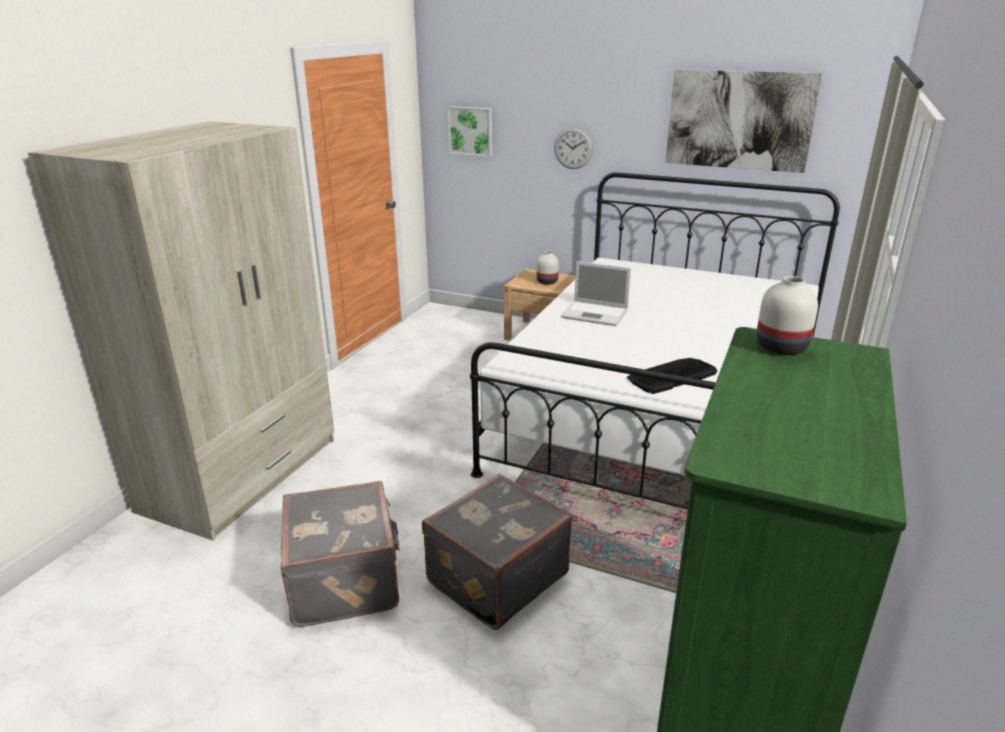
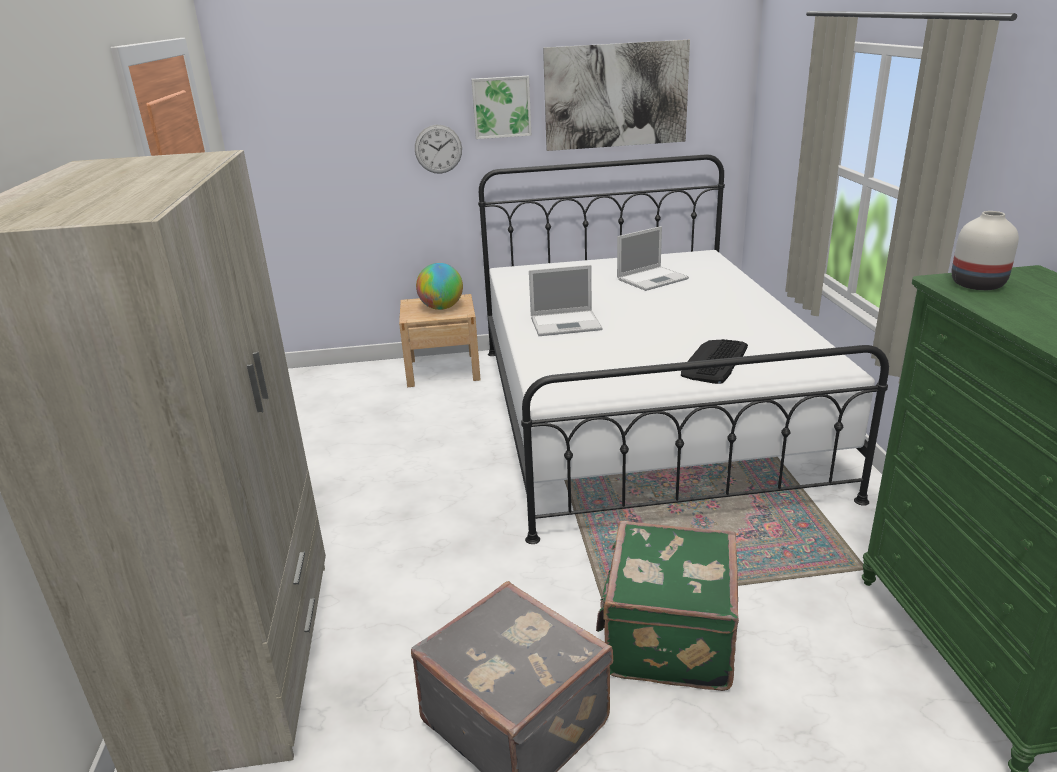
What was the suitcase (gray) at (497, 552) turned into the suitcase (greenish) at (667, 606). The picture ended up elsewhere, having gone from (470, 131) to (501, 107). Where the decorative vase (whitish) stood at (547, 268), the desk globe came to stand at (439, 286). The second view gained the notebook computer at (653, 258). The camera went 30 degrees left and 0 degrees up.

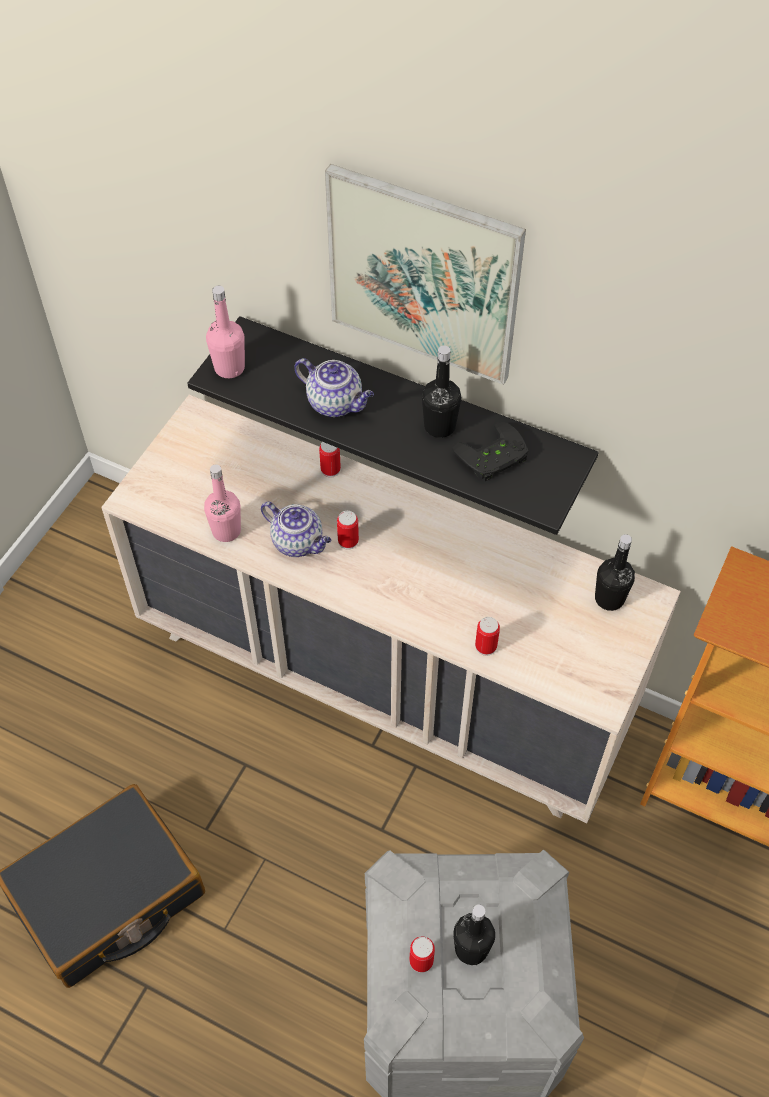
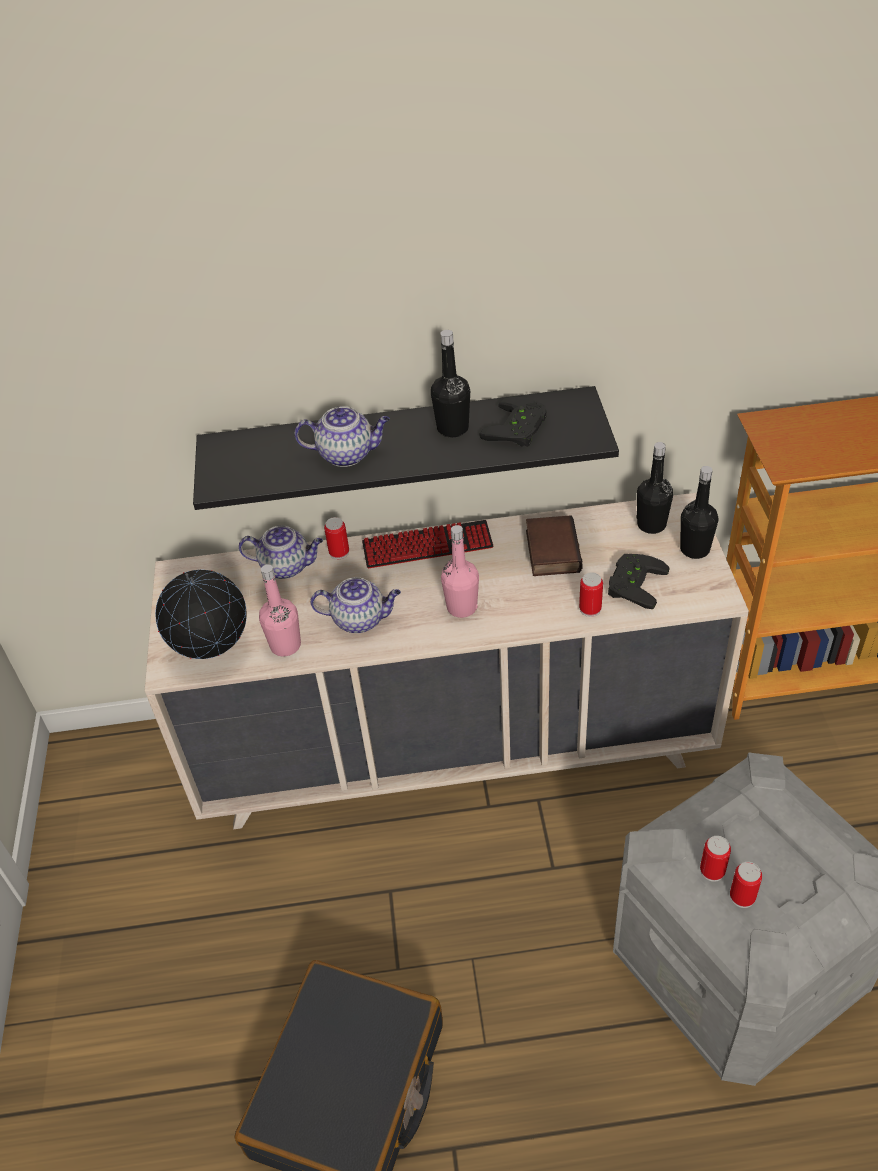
The bottle (pink-coloured) ended up elsewhere, having gone from (225, 332) to (460, 571). The second view lost the picture at (425, 274). The sealed can ended up elsewhere, having gone from (348, 530) to (715, 859). The bottle (black-coloured) ended up elsewhere, having gone from (474, 934) to (699, 512). The second view gained the desk globe at (200, 614). The second view gained the tea pot at (281, 552). The second view gained the computer keyboard at (428, 544). The second view gained the book at (554, 545). The second view gained the joypad (black-coloured) at (638, 581). The camera went 30 degrees left and 10 degrees down.

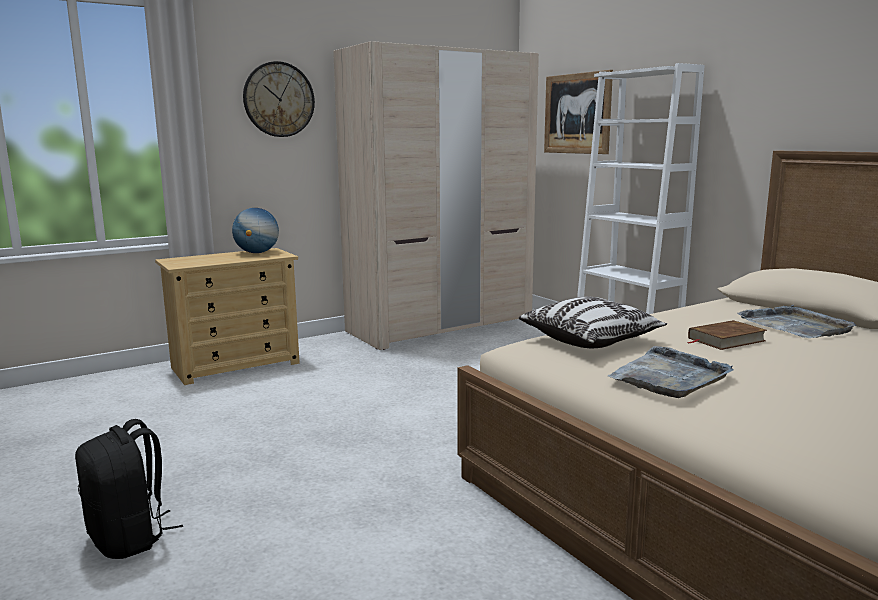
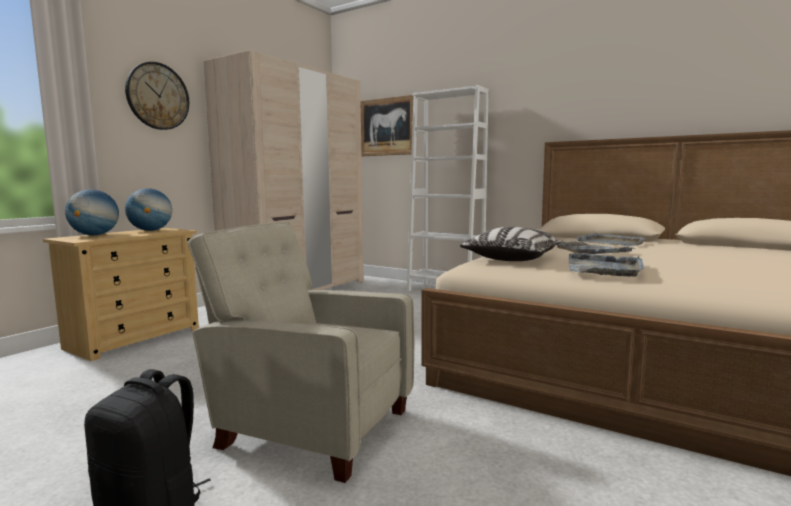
Where the book (brownish) stood at (726, 335), the tray (gray) came to stand at (595, 247). The second view gained the desk globe at (92, 212). The second view gained the easy chair (beige-coloured) at (301, 352). The camera went 25 degrees left and 5 degrees down.

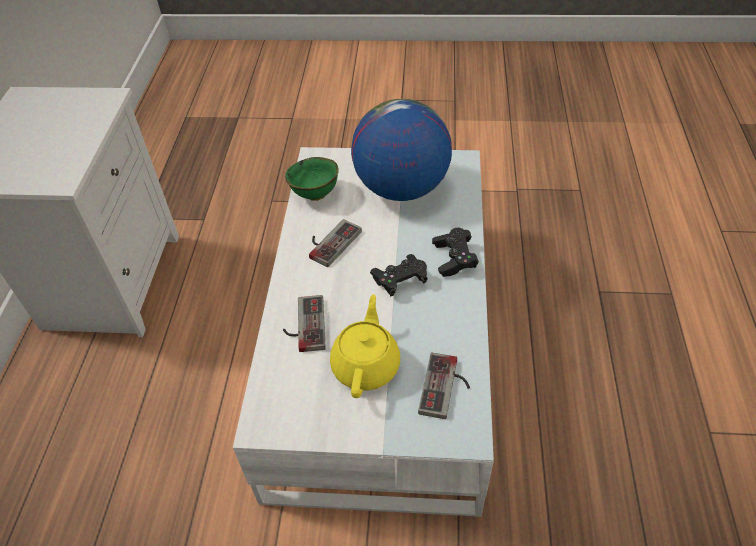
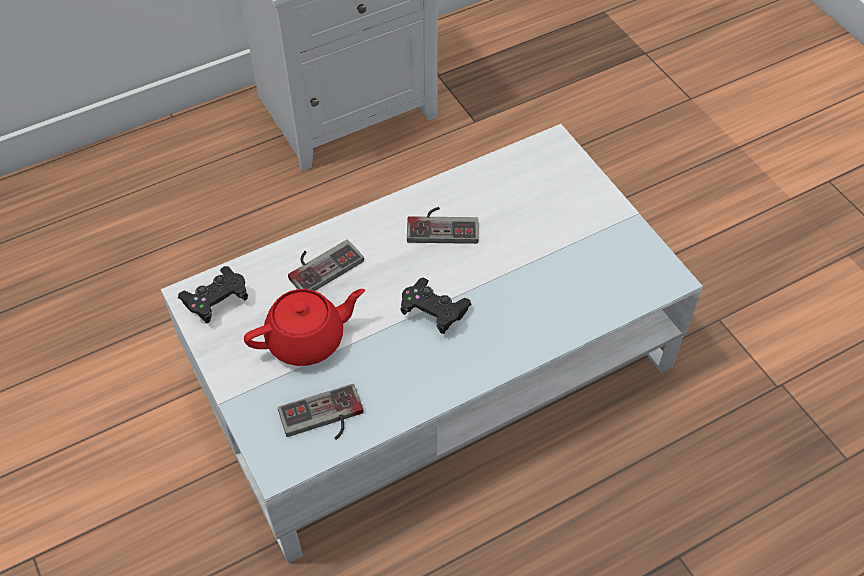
The second view lost the bowl (greenish) at (312, 179). What was the tea pot (yellow-coloured) at (365, 346) turned into the tea pot (red) at (304, 327). The second view lost the desk globe at (401, 150). The joypad (black-coloured) ended up elsewhere, having gone from (455, 252) to (213, 295). The camera went 55 degrees right and 5 degrees up.

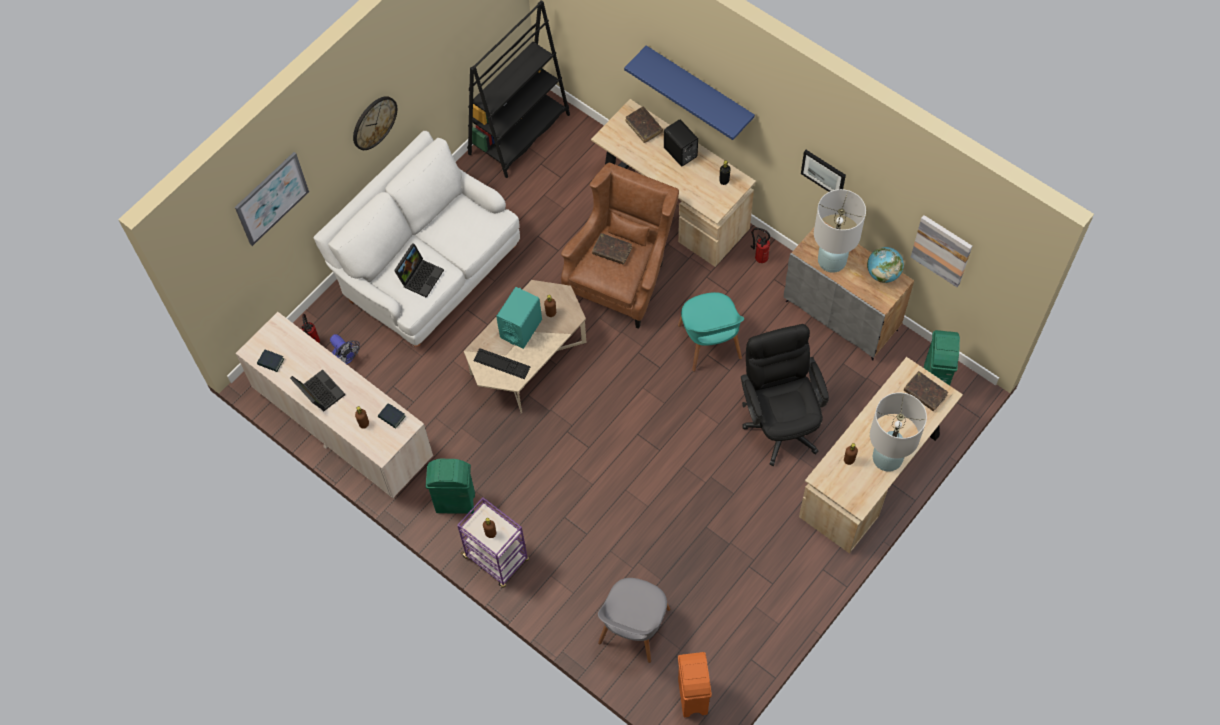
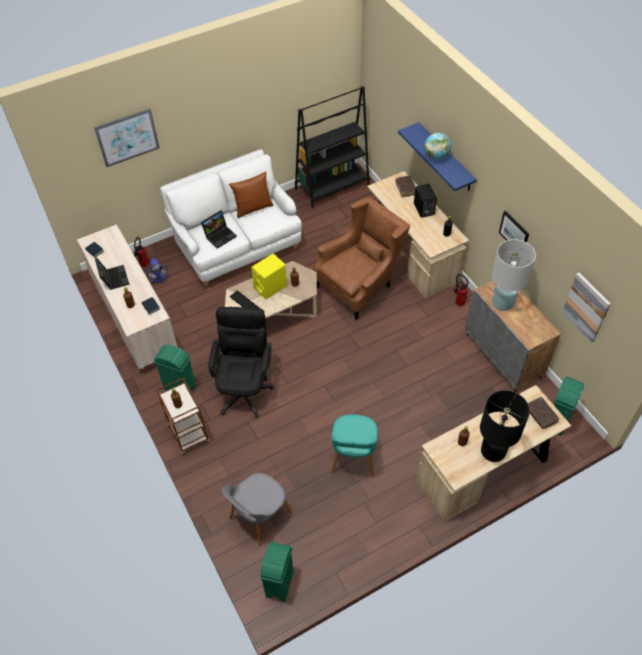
The second view lost the wall clock at (375, 123). What was the cart (purple) at (493, 542) turned into the cart (brownish) at (183, 416). What was the speaker (turquoise) at (519, 318) turned into the speaker (yellow-coloured) at (269, 277). The second view lost the book (brownish) at (612, 249). The upright chair (turquoise) ended up elsewhere, having gone from (711, 332) to (354, 446). What was the rubbish bin (orangey) at (695, 684) turned into the rubbish bin (greenish) at (277, 572). The office chair (black-coloured) ended up elsewhere, having gone from (785, 395) to (241, 362). The desk globe ended up elsewhere, having gone from (885, 265) to (437, 146). What was the table lamp (whitish) at (898, 432) turned into the table lamp (black-coloured) at (505, 426). The second view gained the cushion (brownish) at (251, 194). The camera went 20 degrees right and 10 degrees down.

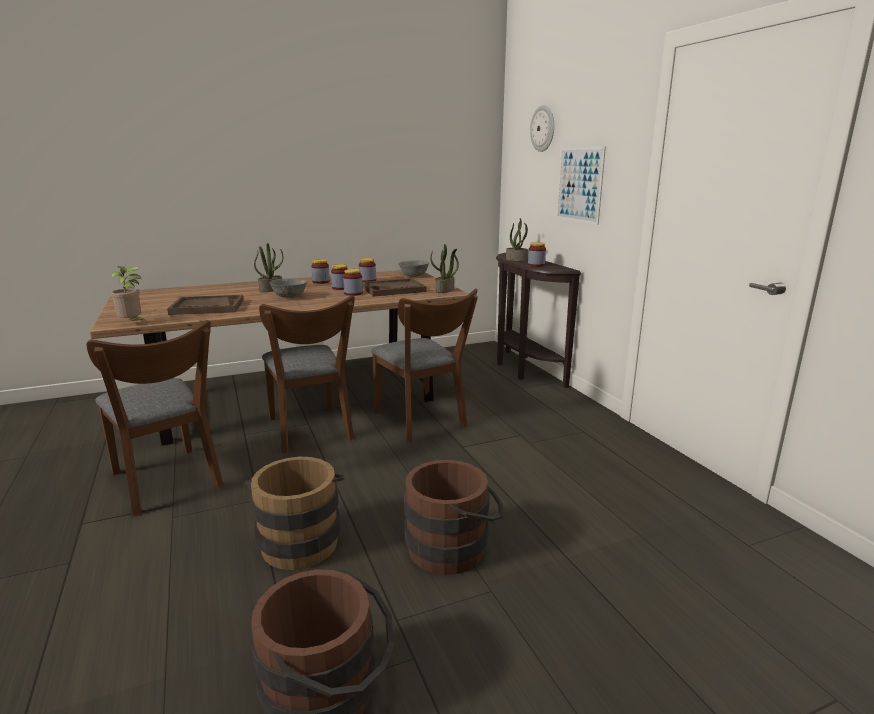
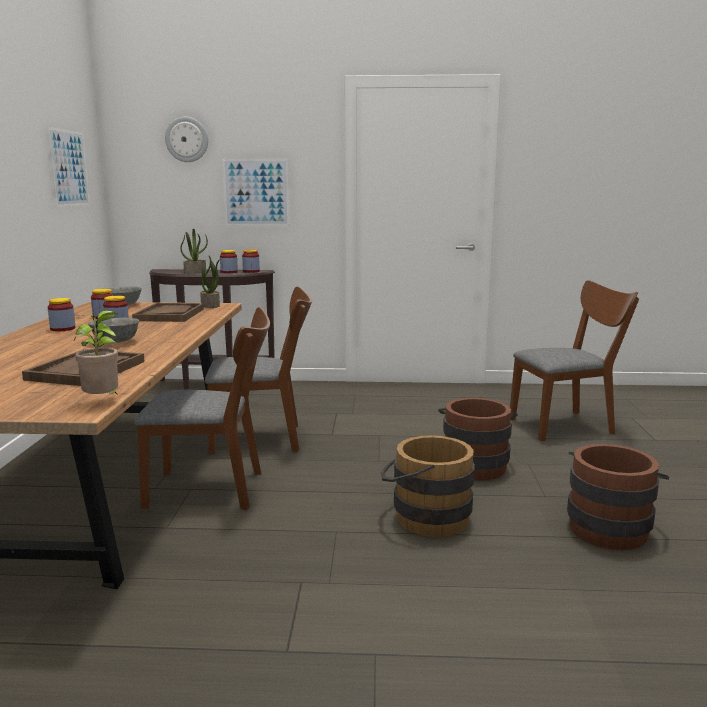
The upright chair (brownish) ended up elsewhere, having gone from (155, 418) to (574, 360). The second view lost the potted plant at (268, 267). The preserve jar ended up elsewhere, having gone from (353, 282) to (251, 261). The second view gained the picture at (68, 167). The camera went 65 degrees left and 5 degrees down.

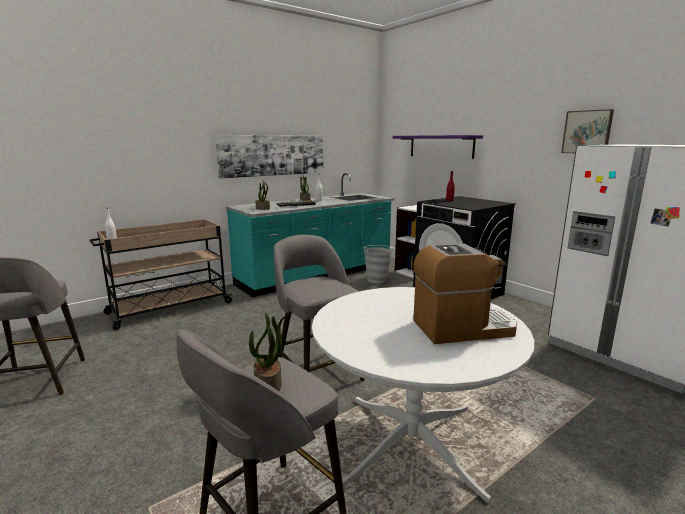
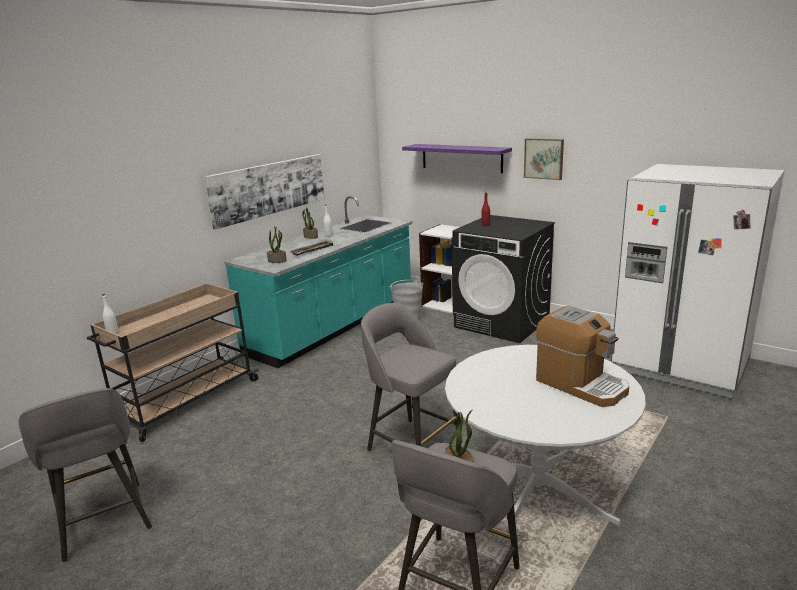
The coffee machine at (465, 294) ended up facing another way, 75 degrees clockwise from before. The picture ended up elsewhere, having gone from (587, 131) to (544, 159). The camera went 15 degrees left and 5 degrees up.

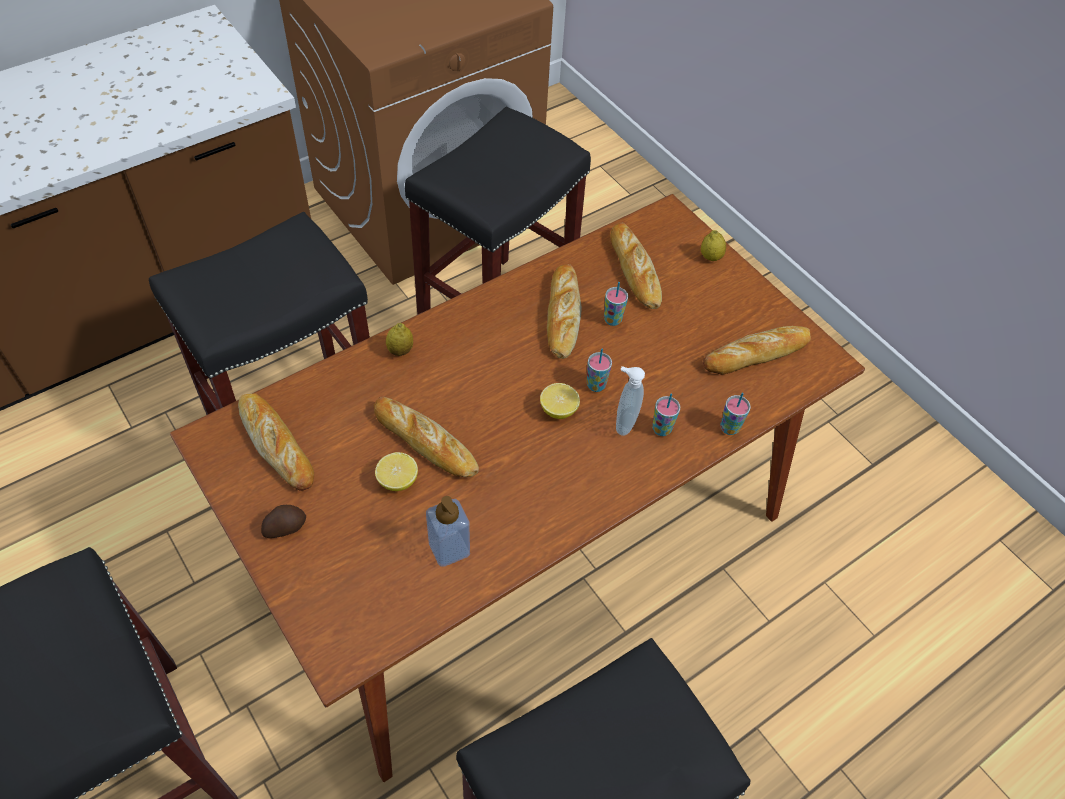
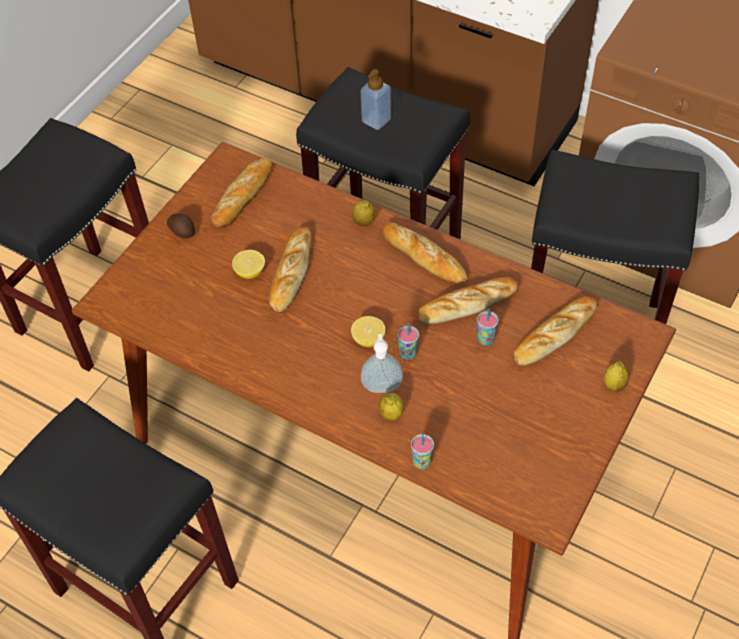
The soap bottle ended up elsewhere, having gone from (448, 531) to (376, 99). Where the small cup stood at (666, 415), the lemon came to stand at (391, 406). The bread ended up elsewhere, having gone from (757, 350) to (424, 252). The camera went 70 degrees right and 0 degrees up.

